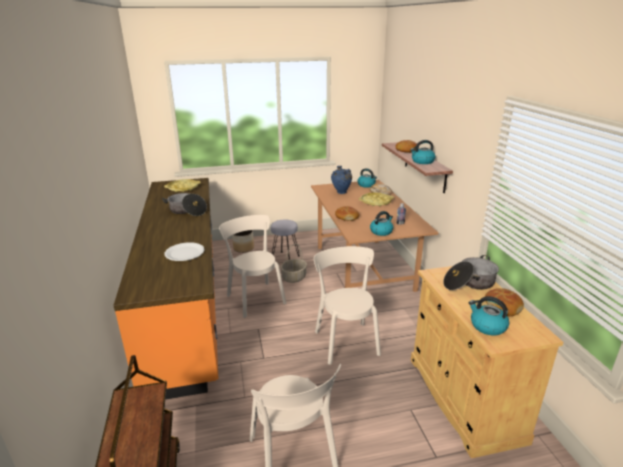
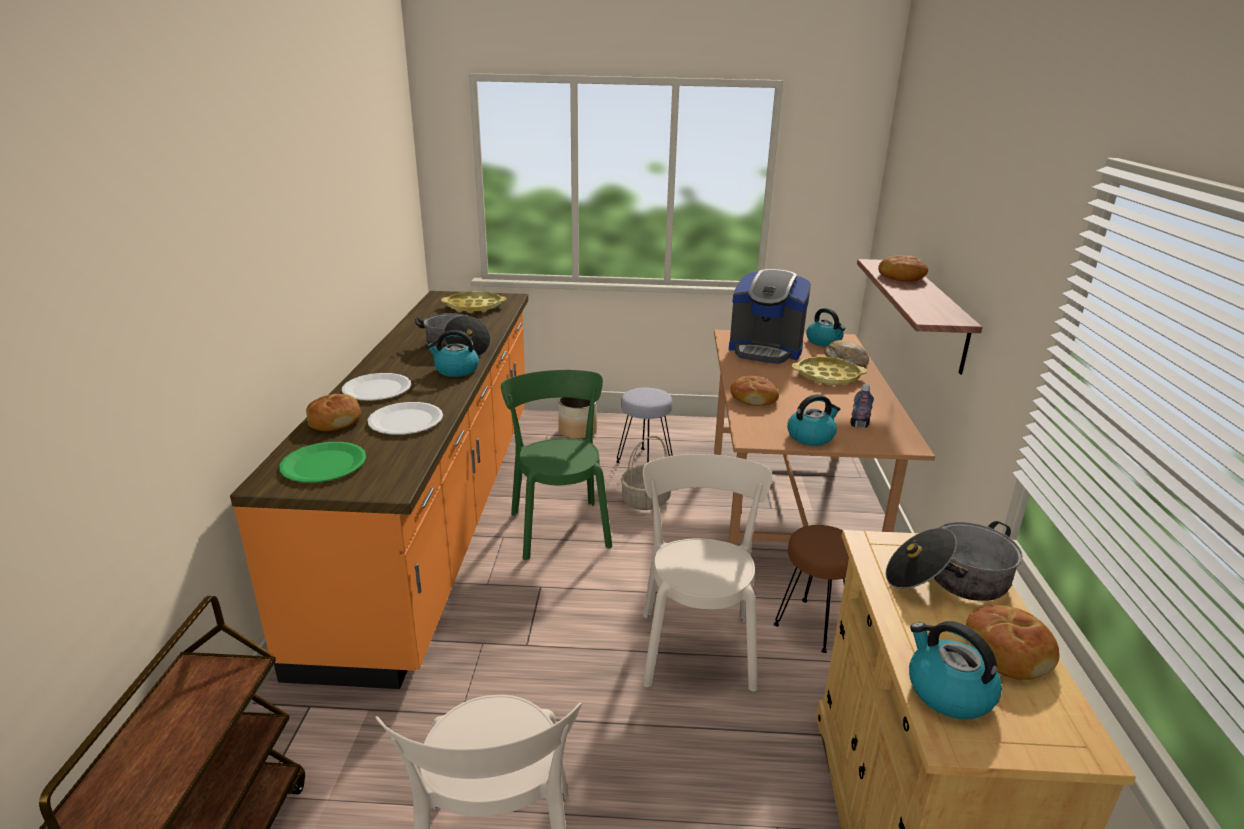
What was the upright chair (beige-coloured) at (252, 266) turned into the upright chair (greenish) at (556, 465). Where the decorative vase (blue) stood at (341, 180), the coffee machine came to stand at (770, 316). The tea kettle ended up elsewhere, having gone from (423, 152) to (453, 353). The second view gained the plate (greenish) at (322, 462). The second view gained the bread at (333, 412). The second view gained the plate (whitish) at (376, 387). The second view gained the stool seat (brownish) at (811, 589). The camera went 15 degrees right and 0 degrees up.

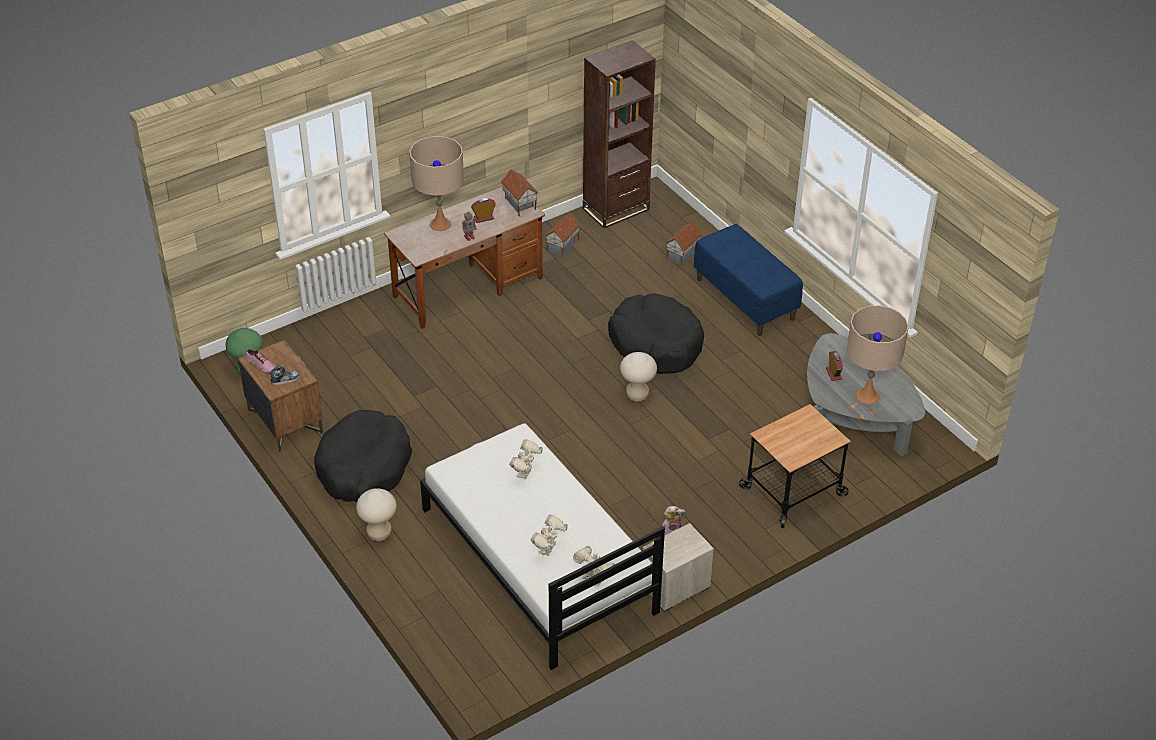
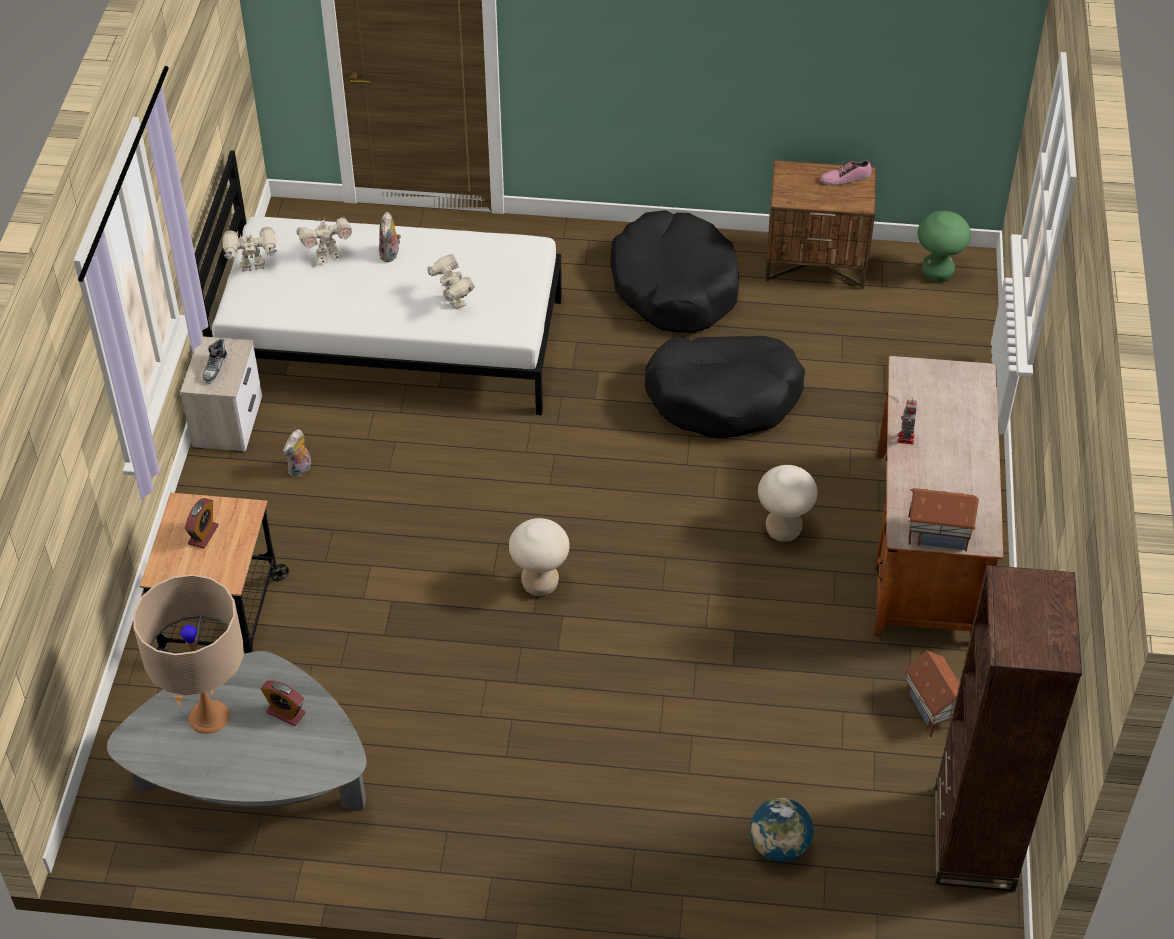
The shoe ended up elsewhere, having gone from (284, 375) to (214, 361). The stool seat (beige-coloured) ended up elsewhere, having gone from (376, 514) to (788, 503). The second view lost the table lamp (beige-coloured) at (437, 183). The table clock ended up elsewhere, having gone from (483, 210) to (202, 523). The robot figure at (549, 535) ended up facing another way, 90 degrees clockwise from before. The pet bed (black-coloured) ended up elsewhere, having gone from (656, 333) to (725, 387). Where the toy house stood at (684, 243), the desk globe came to stand at (781, 830). The second view lost the bench (blue) at (748, 280). The second view gained the soft toy at (390, 237). The camera went 130 degrees right and 5 degrees up.

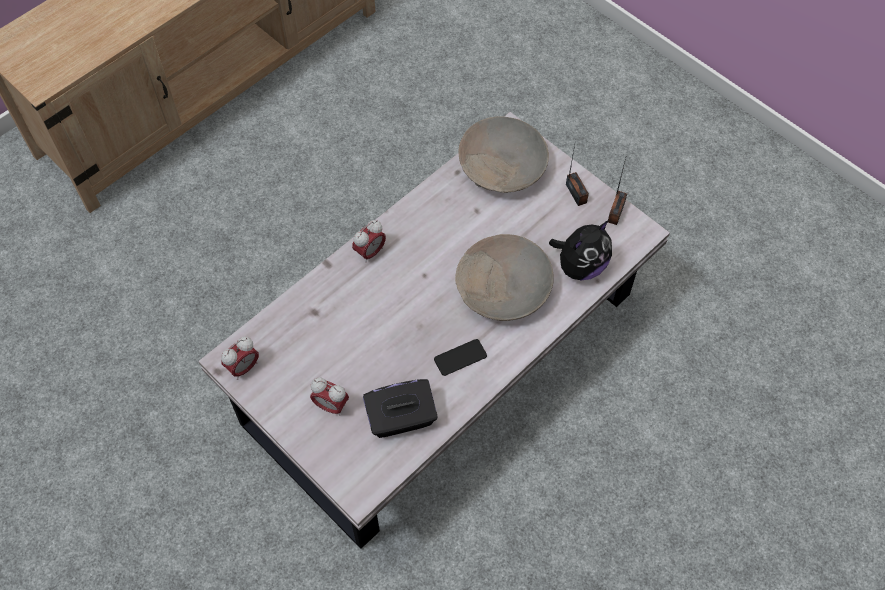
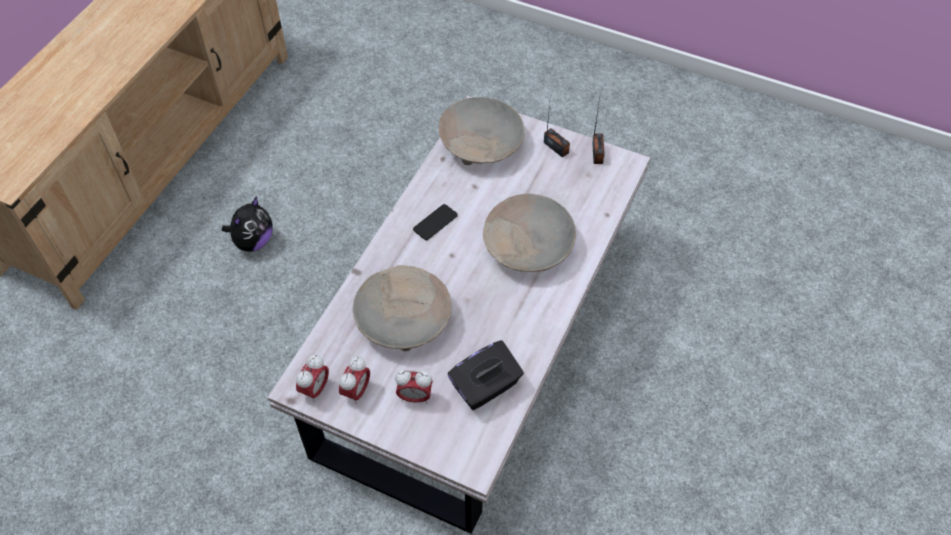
The table clock ended up elsewhere, having gone from (369, 241) to (354, 380). The telephone ended up elsewhere, having gone from (460, 357) to (435, 222). The soft toy ended up elsewhere, having gone from (580, 251) to (247, 224). The second view gained the bowl (beige-coloured) at (402, 308). The camera went 20 degrees left and 5 degrees down.

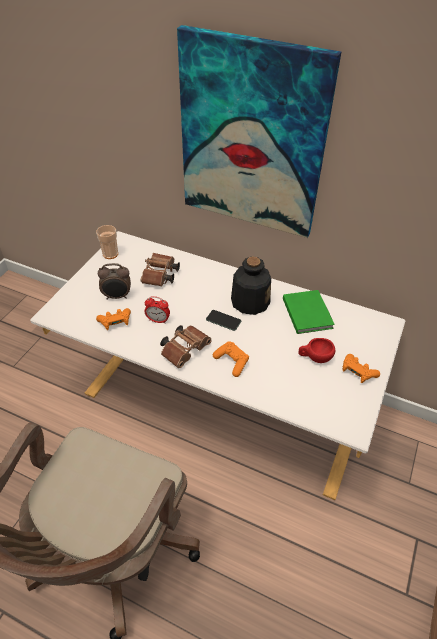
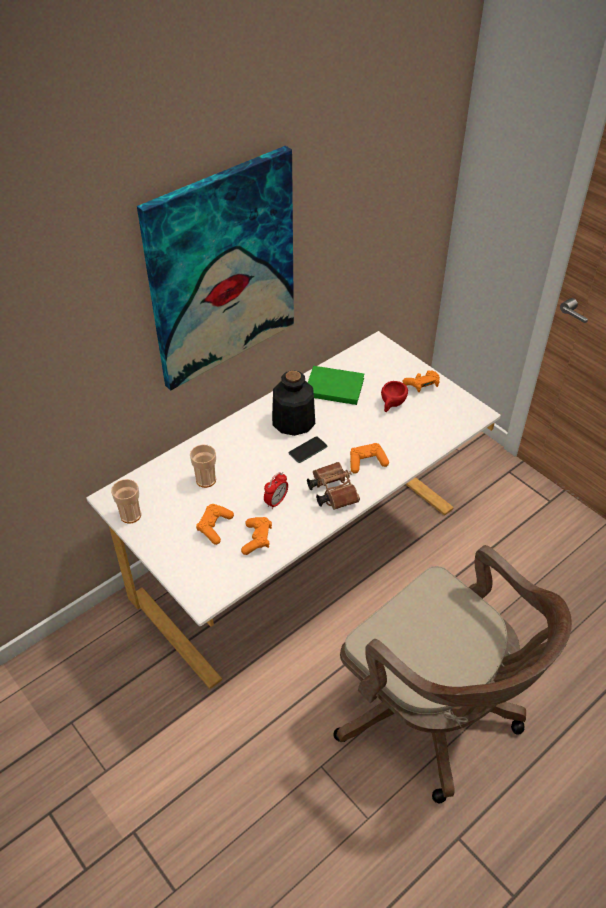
Where the table clock stood at (114, 281), the joypad (orangey) came to stand at (215, 524). Where the field glasses (brownish) stood at (160, 269), the small cup came to stand at (203, 466). The camera went 65 degrees left and 0 degrees up.

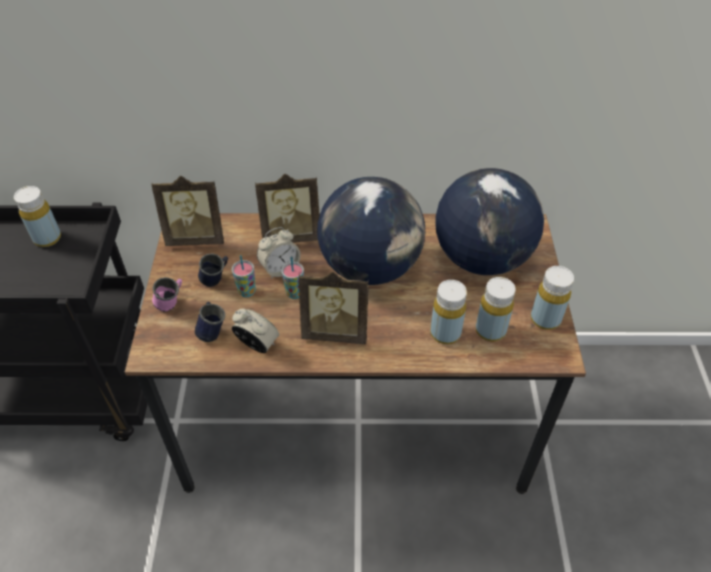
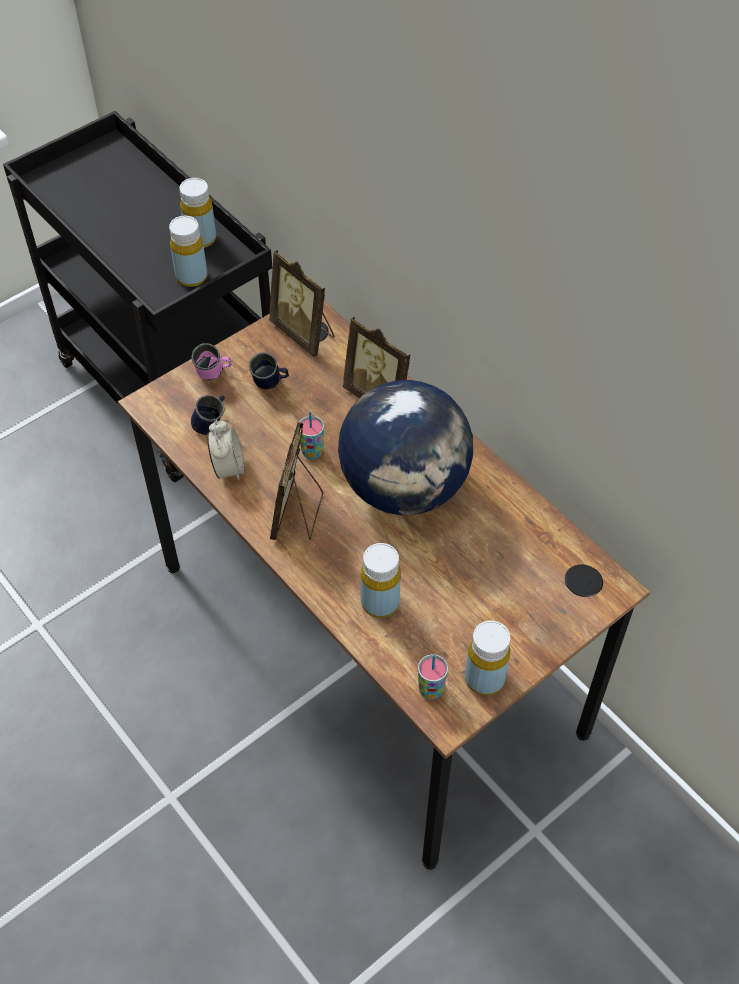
The small cup ended up elsewhere, having gone from (244, 276) to (433, 677). The second view lost the table clock at (279, 253). The photo frame at (334, 308) ended up facing another way, 45 degrees clockwise from before. The second view lost the desk globe at (489, 221). The bottle (yellow-coloured) ended up elsewhere, having gone from (496, 309) to (188, 251). The camera went 50 degrees right and 5 degrees up.

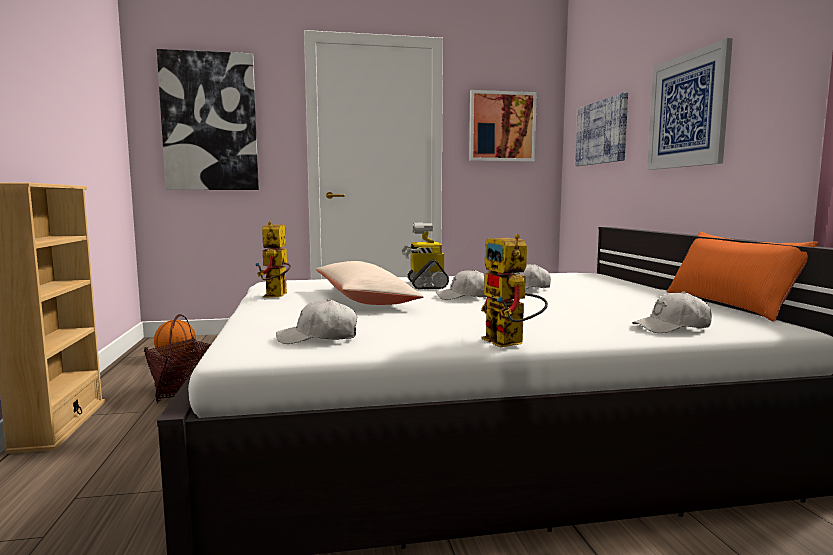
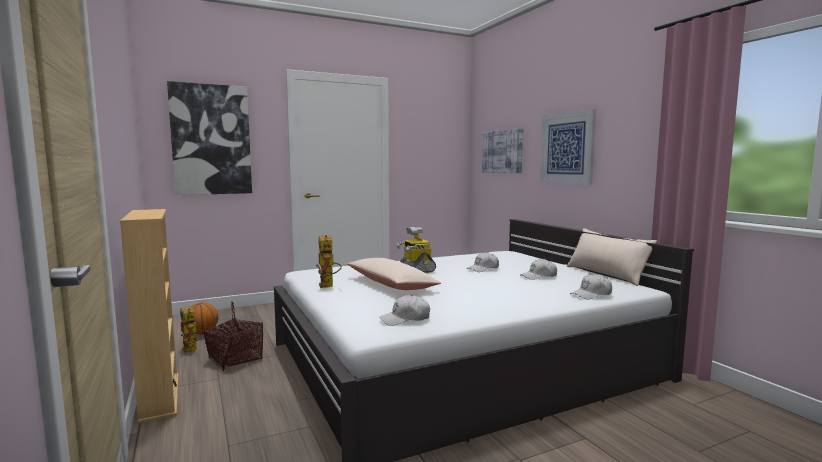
The peaked cap (whitish) ended up elsewhere, having gone from (461, 284) to (538, 269). The second view lost the picture at (503, 126). The robot figure ended up elsewhere, having gone from (514, 291) to (192, 330). What was the cushion (orangey) at (742, 277) turned into the cushion (beige-coloured) at (612, 257). The camera went 15 degrees left and 0 degrees up.

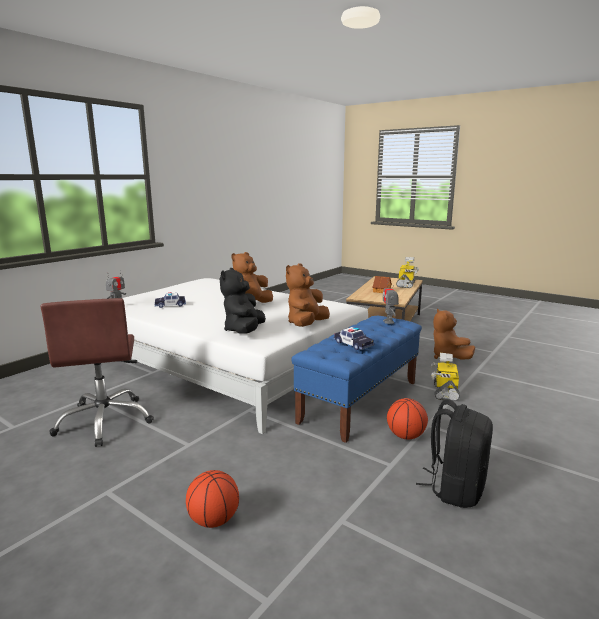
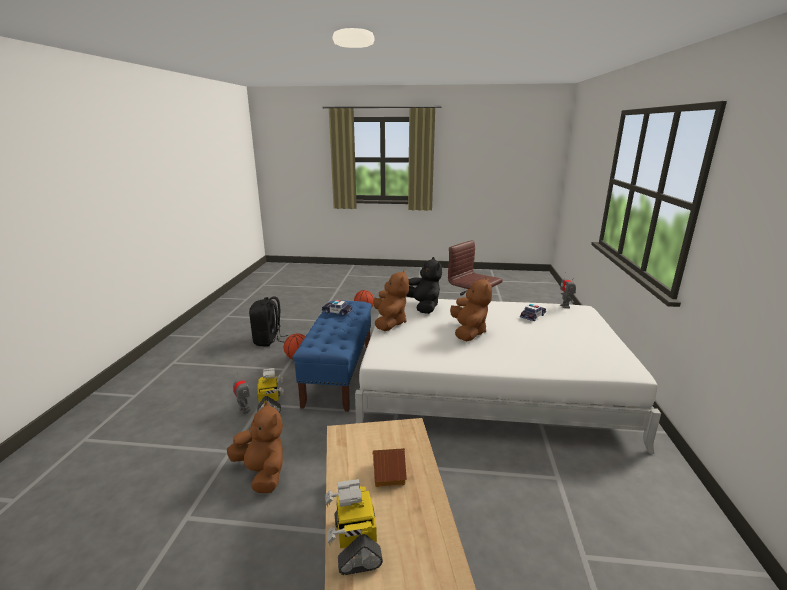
The robot figure ended up elsewhere, having gone from (391, 304) to (242, 393). The camera went 150 degrees right and 5 degrees up.

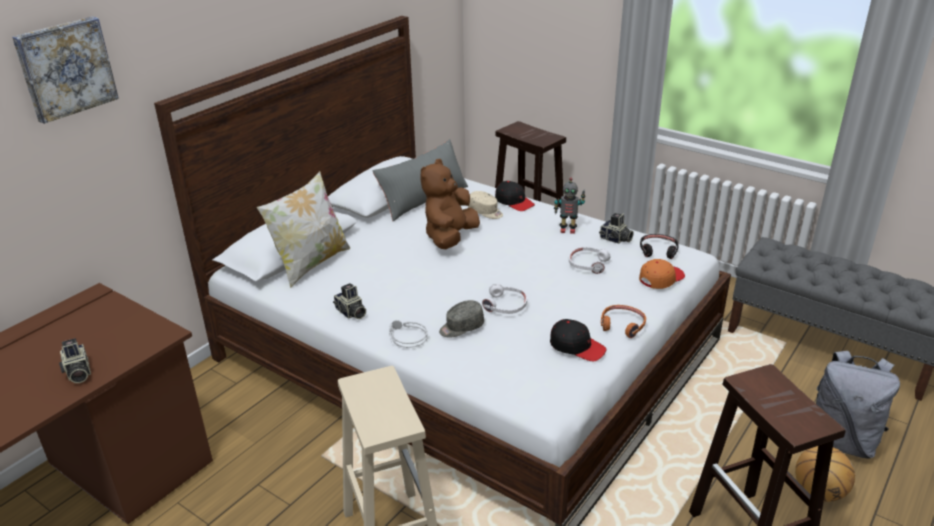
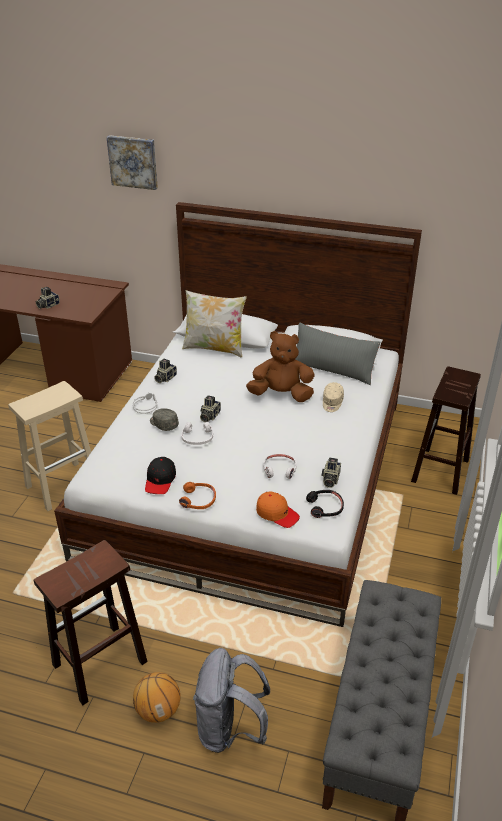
The second view lost the peaked cap (black-coloured) at (515, 196). The second view lost the robot figure at (570, 206). The second view gained the photo camera at (210, 408). The camera went 70 degrees right and 5 degrees up.

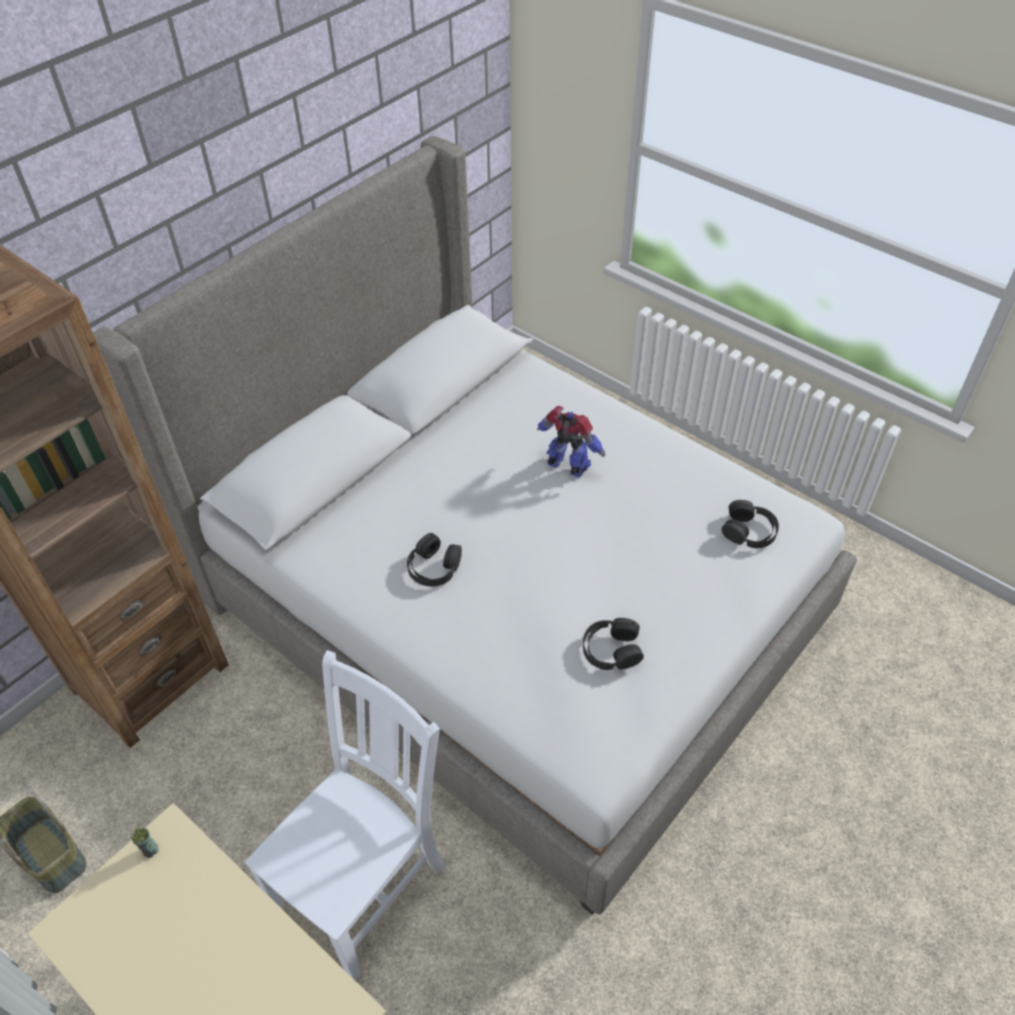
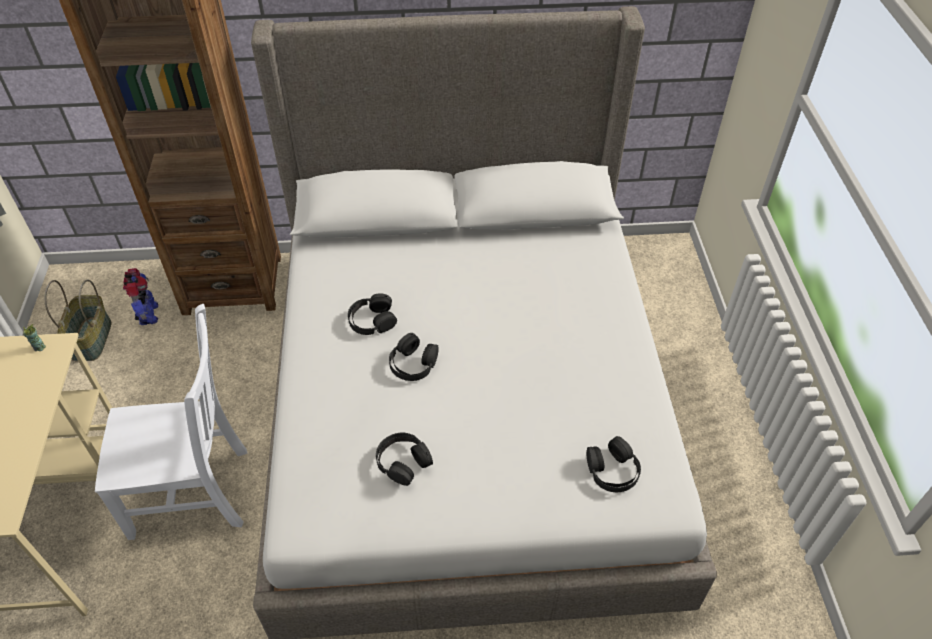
The robot figure ended up elsewhere, having gone from (571, 442) to (140, 296). The second view gained the pair of headphones (black-coloured) at (414, 357). The camera went 45 degrees right and 0 degrees up.

